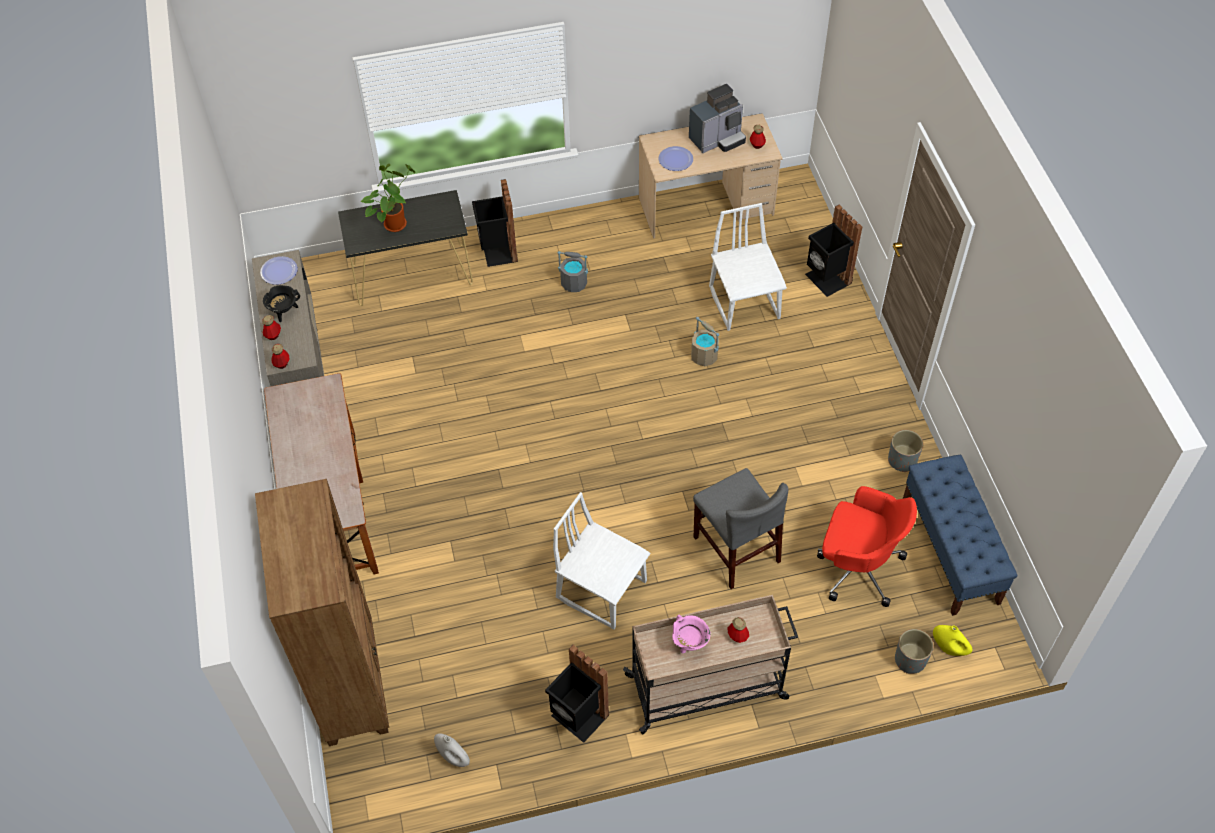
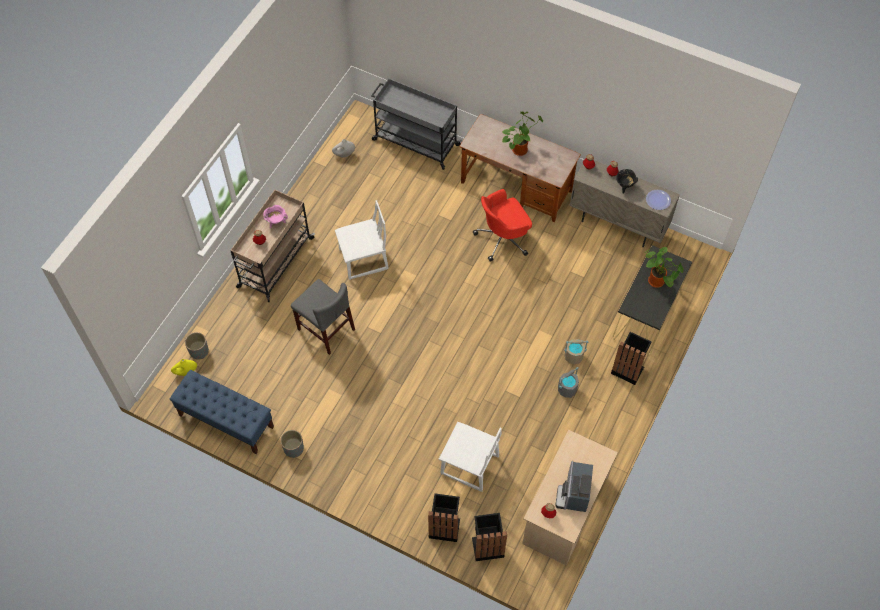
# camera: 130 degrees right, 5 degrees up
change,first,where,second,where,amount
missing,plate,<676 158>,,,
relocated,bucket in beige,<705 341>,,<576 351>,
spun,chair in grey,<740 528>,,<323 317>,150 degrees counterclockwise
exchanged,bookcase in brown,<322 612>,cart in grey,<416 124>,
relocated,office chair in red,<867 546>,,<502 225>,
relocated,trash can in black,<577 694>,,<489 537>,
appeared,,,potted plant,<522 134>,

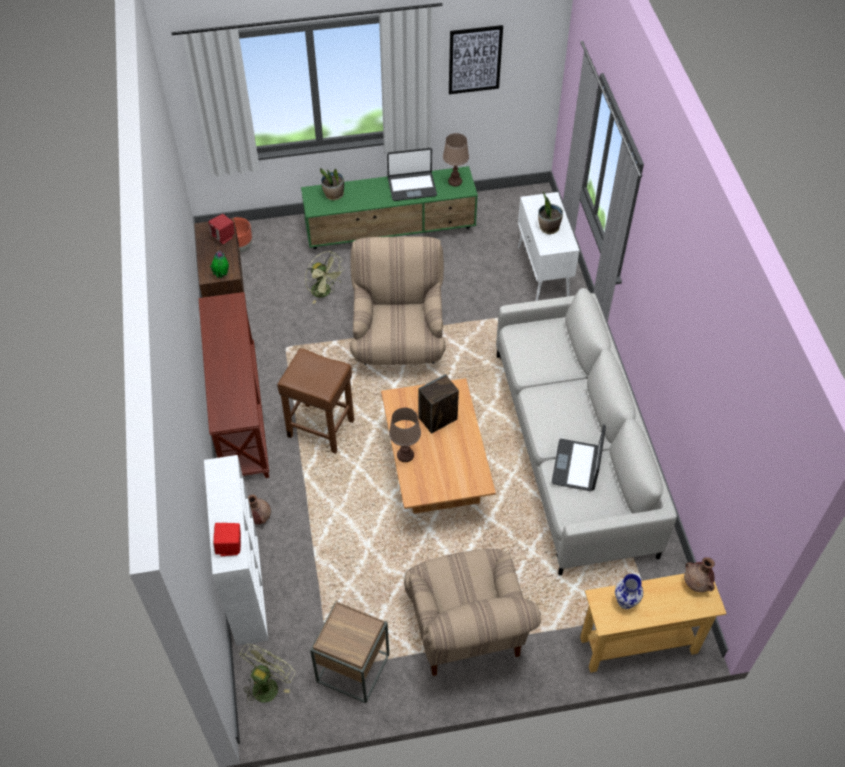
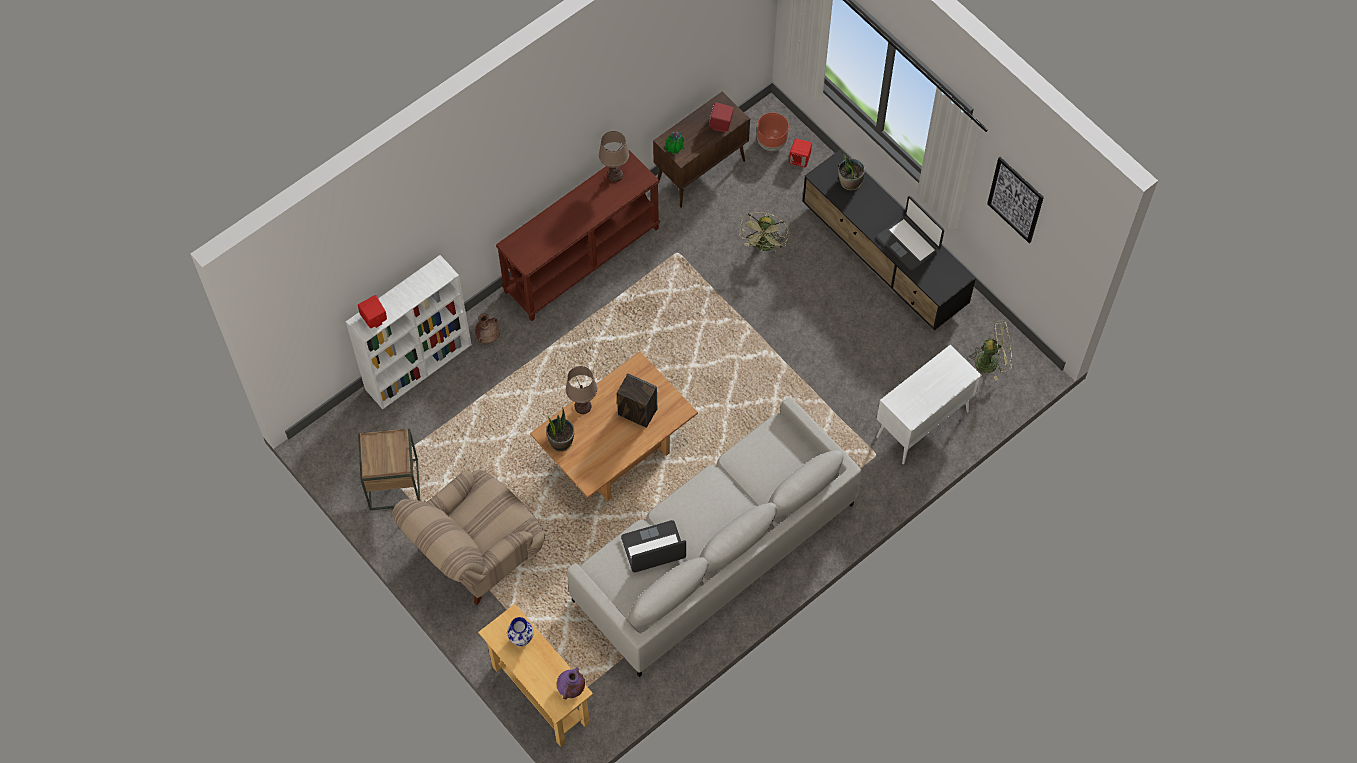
# camera: 60 degrees right, 10 degrees up
change,first,where,second,where,amount
relocated,table lamp in brown,<456 160>,,<614 156>,
colour,tv stand in green,<389 207>,tv stand in black,<889 239>,
relocated,potted plant,<550 212>,,<560 430>,
missing,armchair in beige,<398 300>,,,
missing,stool in brown,<315 401>,,,
colour,vase in brown,<699 574>,vase in purple,<571 683>,
relocated,fan in green,<267 674>,,<989 350>,
appeared,,,speaker in red,<800 152>,

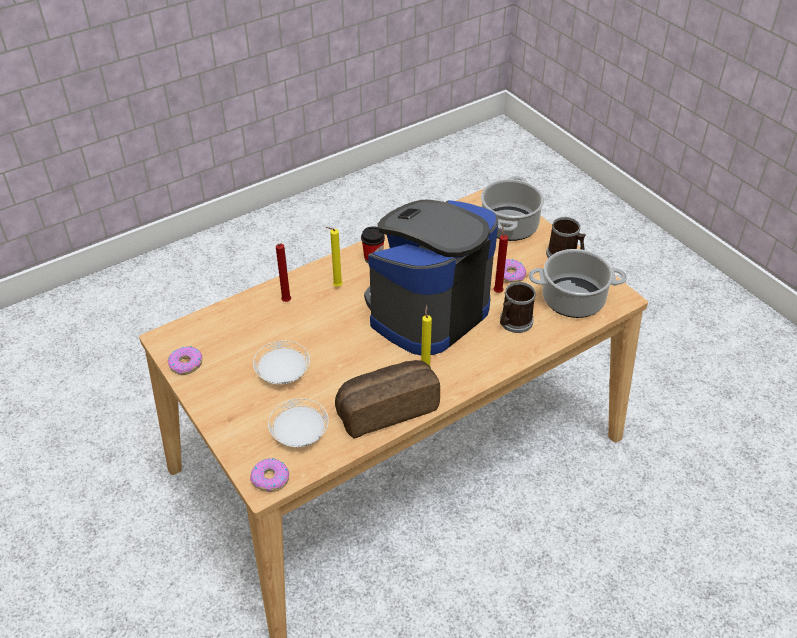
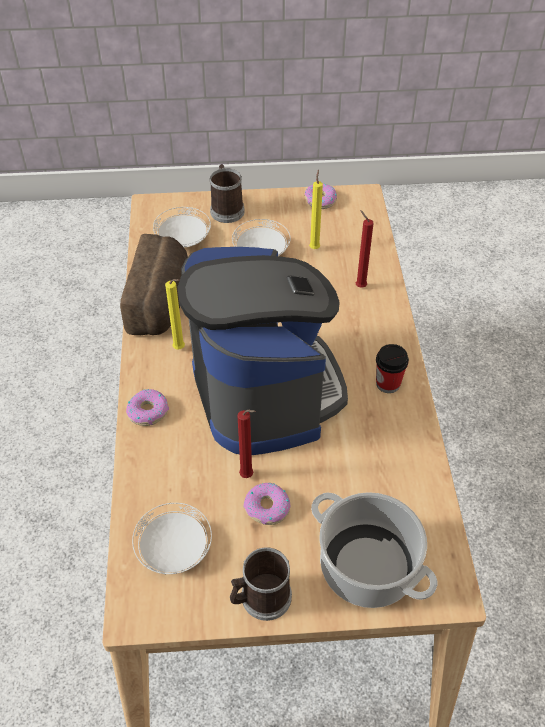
# camera: 120 degrees right, 5 degrees up
change,first,where,second,where,amount
relocated,candle in yellow,<334 257>,,<316 209>,
exchanged,cooking pot,<578 283>,plate in white,<172 538>,
relocated,mug,<518 307>,,<227 193>,
relocated,donut,<269 475>,,<147 407>,

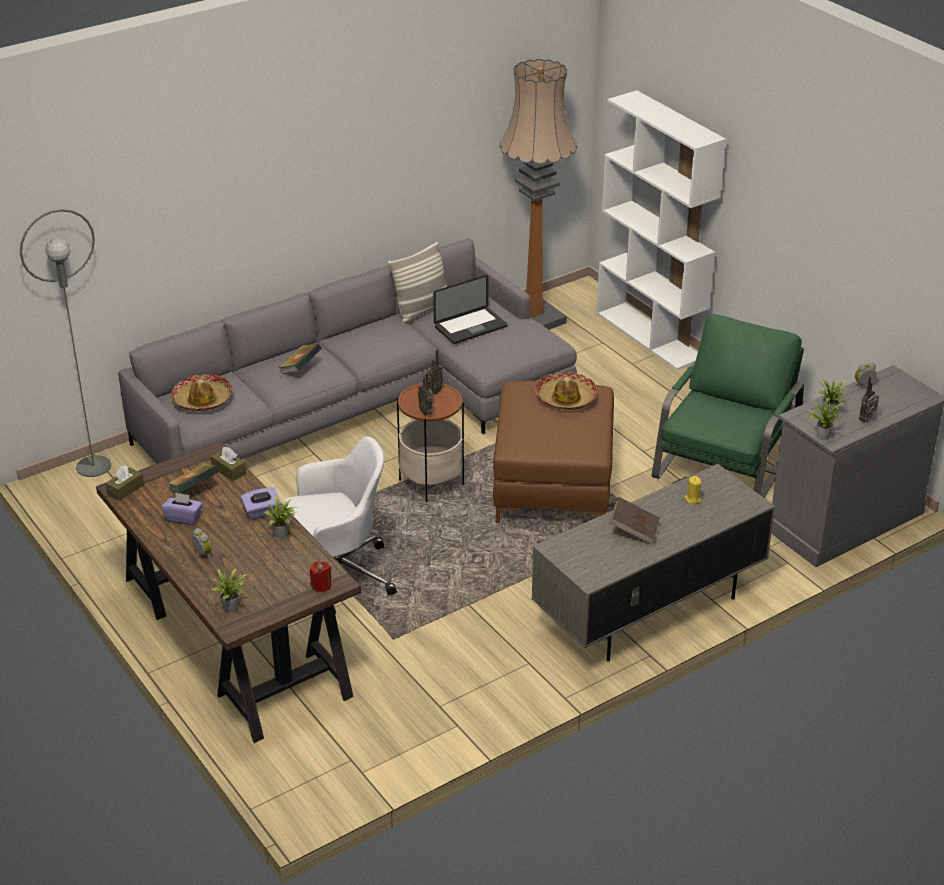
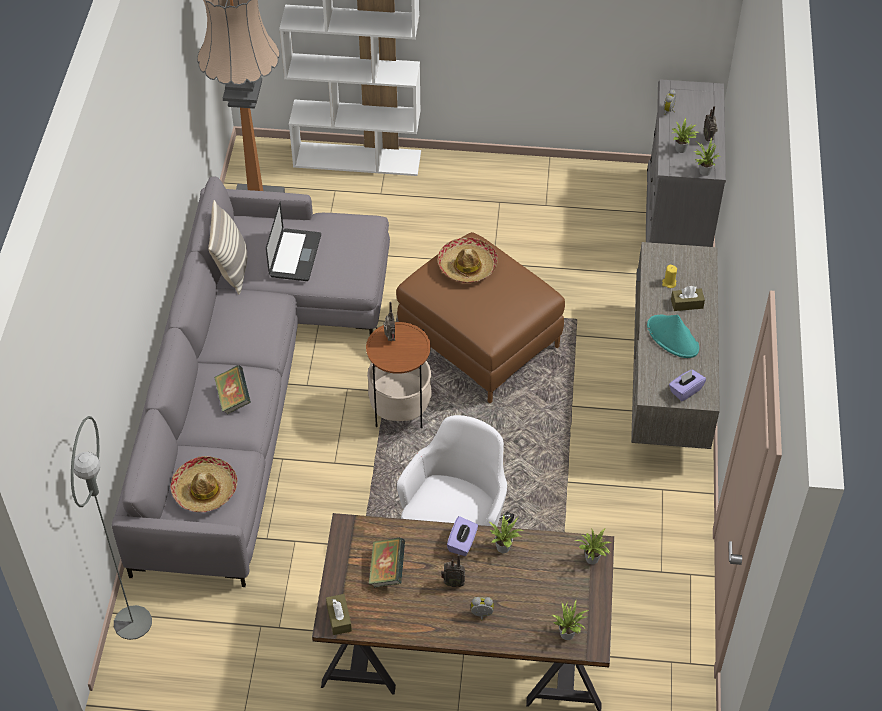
# camera: 50 degrees left, 15 degrees up
change,first,where,second,where,amount
missing,armchair in green,<728 406>,,,
relocated,radio,<426 394>,,<453 570>,
relocated,tissue box in brown,<228 464>,,<688 298>,
relocated,tissue box in purple,<181 508>,,<687 385>,
exchanged,book in brown,<635 520>,hat in turquoise,<673 336>,
exchanged,candle in red,<320 576>,potted plant,<592 546>,

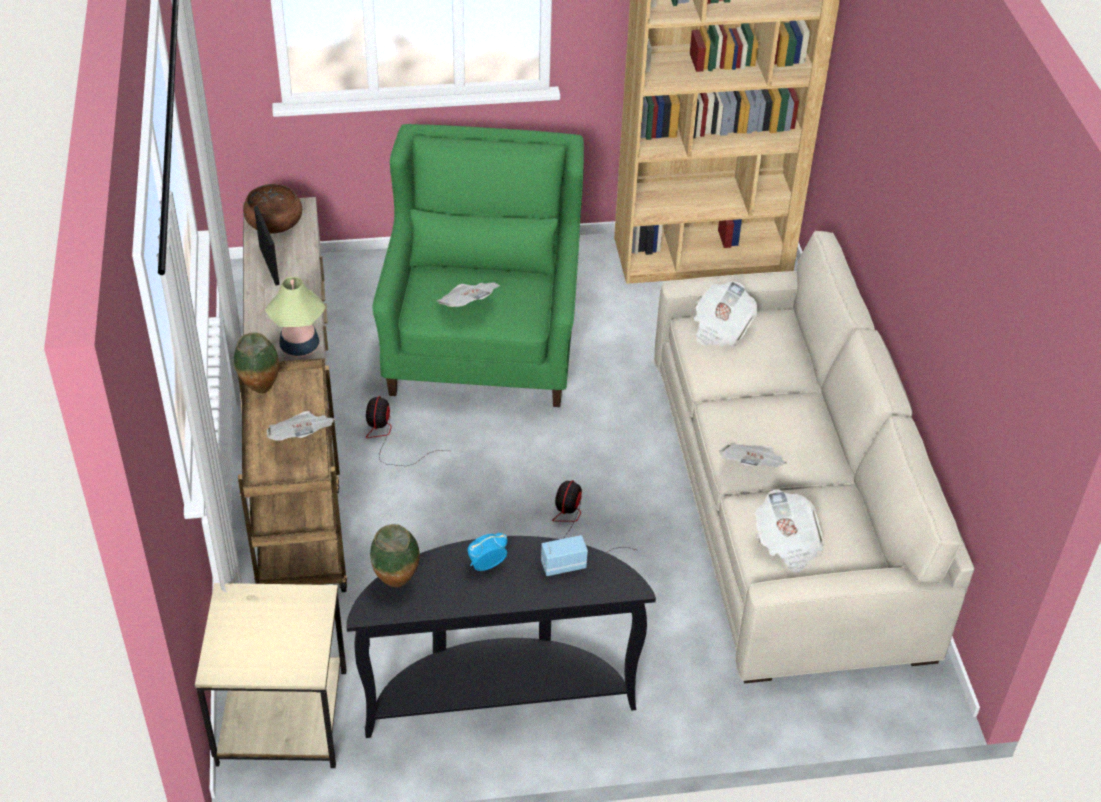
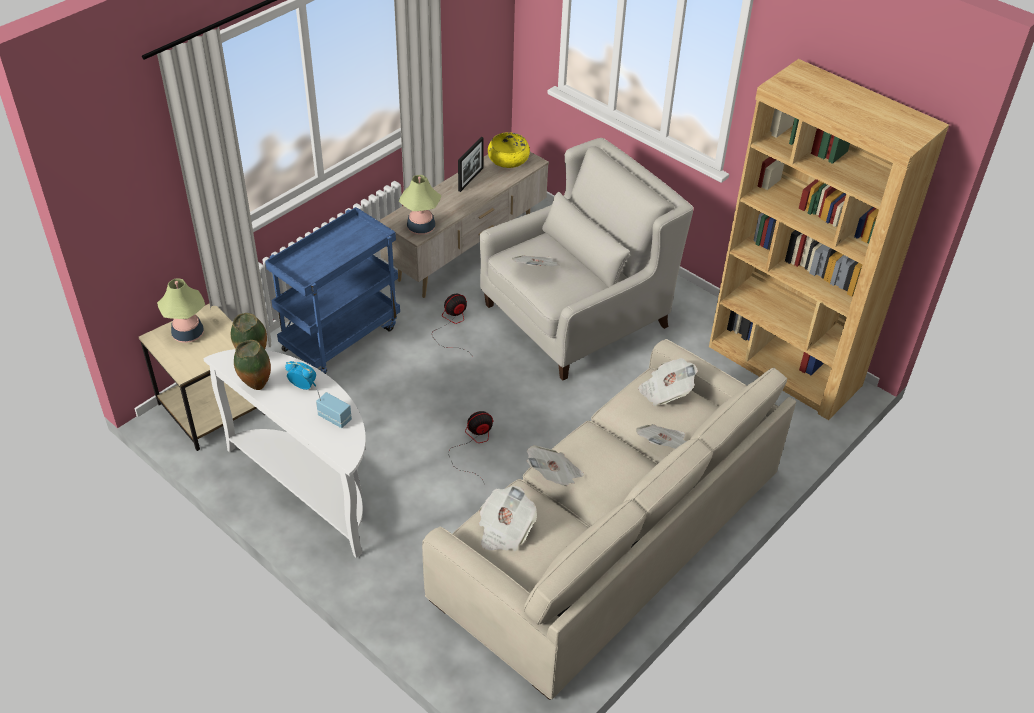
# camera: 50 degrees right, 0 degrees up
change,first,where,second,where,amount
colour,armchair in green,<478 265>,armchair in white,<586 259>,
colour,bowl in brown,<273 209>,bowl in yellow,<509 150>,
relocated,vase,<256 363>,,<252 365>,
colour,cart in brown,<292 475>,cart in blue,<332 290>,
relocated,newspaper,<300 426>,,<661 436>,
colour,console table in black,<501 637>,console table in white,<285 453>,
appeared,,,table lamp,<181 311>,

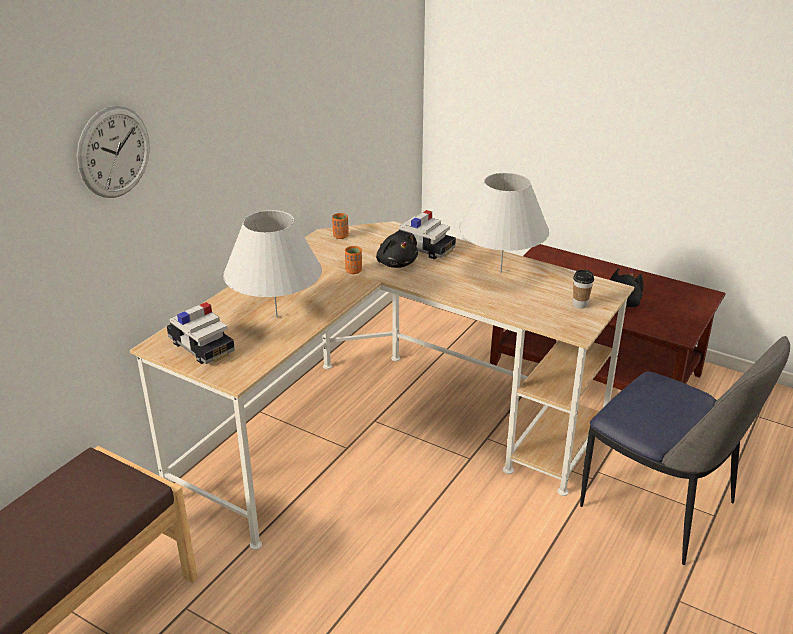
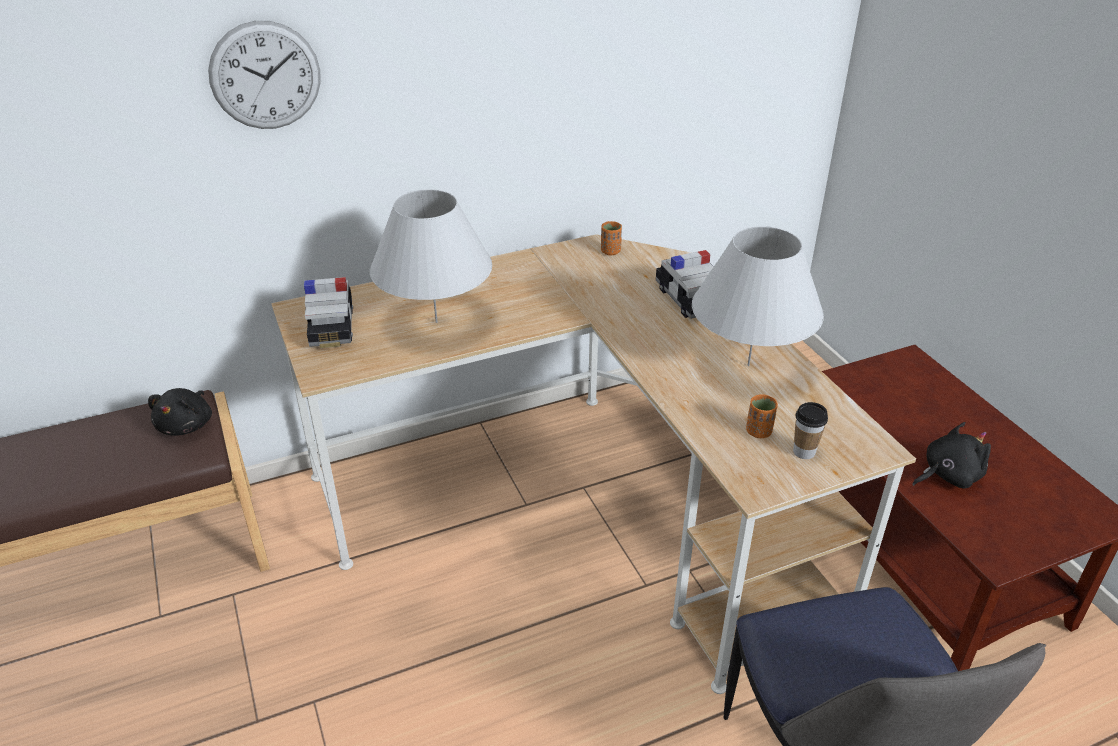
# camera: 35 degrees right, 5 degrees up
change,first,where,second,where,amount
relocated,plush toy in black,<397 251>,,<180 412>,
relocated,cup in orange,<353 260>,,<762 416>,

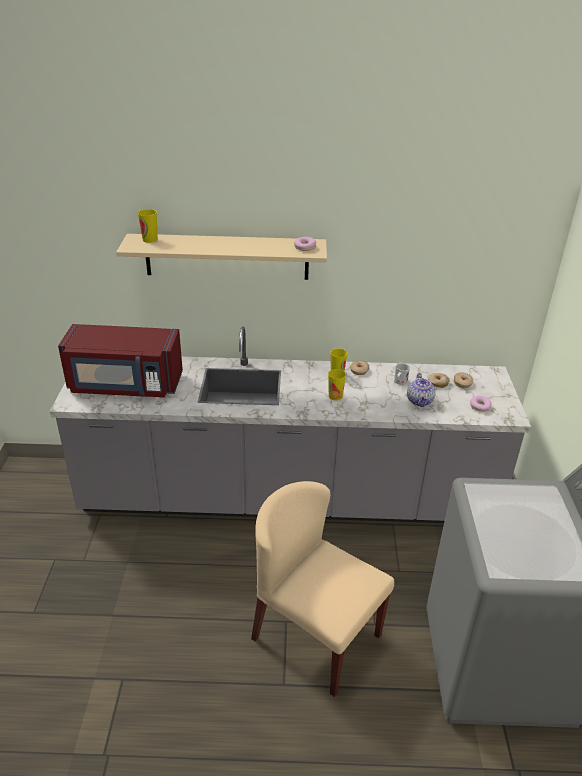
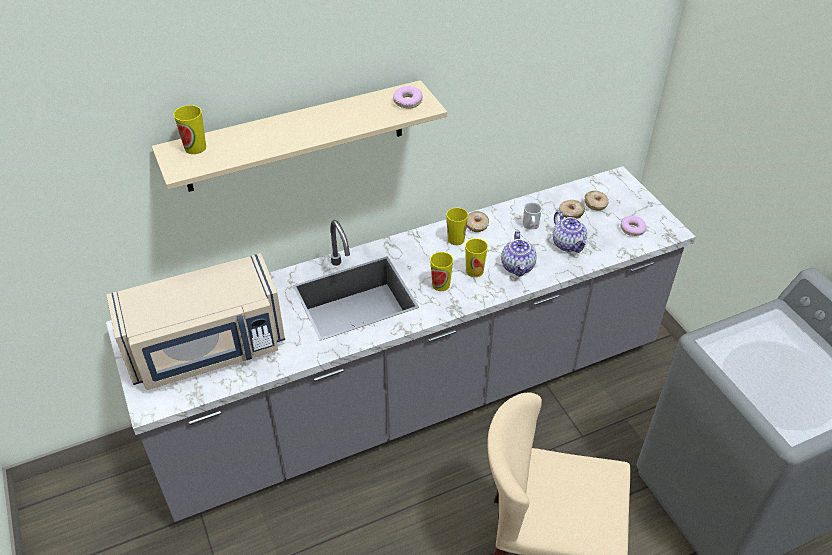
# camera: 25 degrees left, 10 degrees up
change,first,where,second,where,amount
colour,microwave in red,<120 360>,microwave in beige,<195 321>,
appeared,,,teapot,<518 254>,
appeared,,,cup,<441 271>,

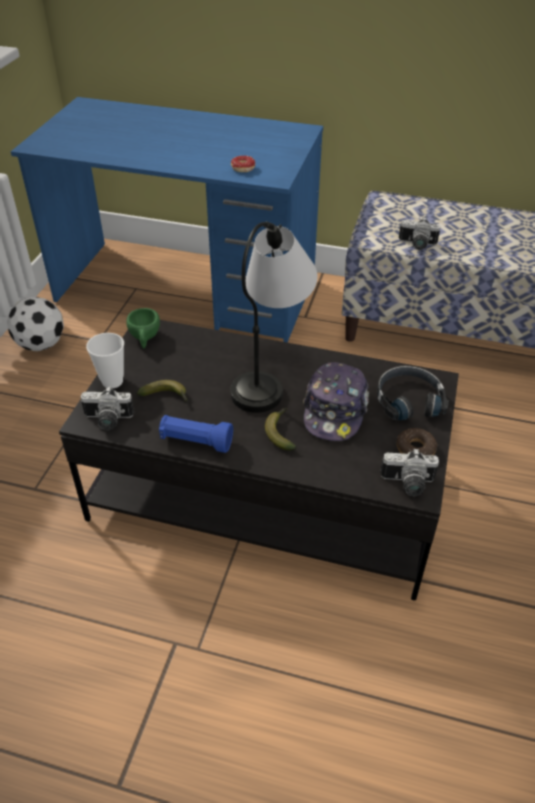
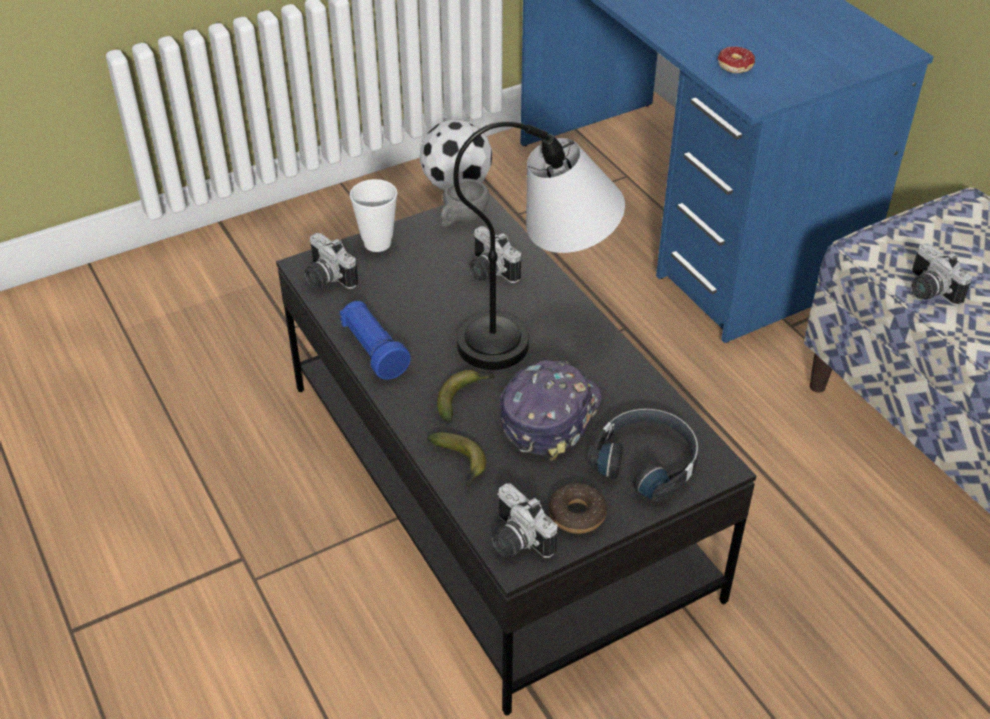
# camera: 45 degrees right, 0 degrees up
change,first,where,second,where,amount
colour,cup in green,<143 328>,cup in grey,<465 203>,
spun,cap,<336 402>,,<551 410>,150 degrees clockwise
relocated,banana,<162 391>,,<456 460>,
appeared,,,photo camera,<495 254>,

